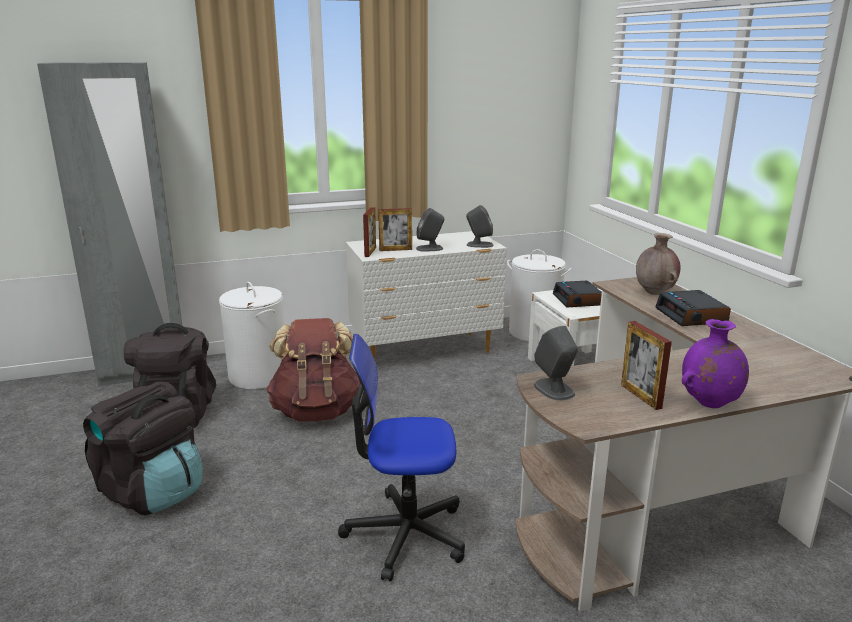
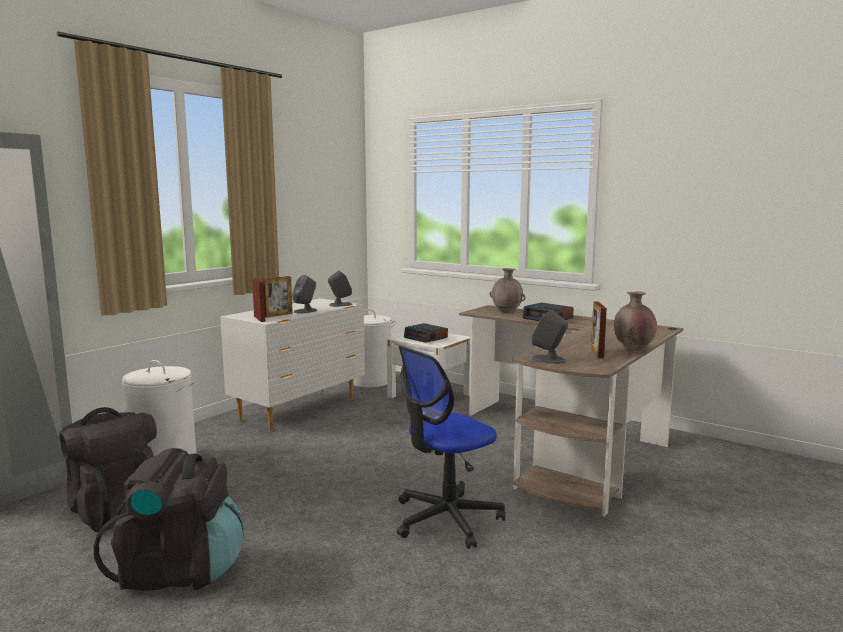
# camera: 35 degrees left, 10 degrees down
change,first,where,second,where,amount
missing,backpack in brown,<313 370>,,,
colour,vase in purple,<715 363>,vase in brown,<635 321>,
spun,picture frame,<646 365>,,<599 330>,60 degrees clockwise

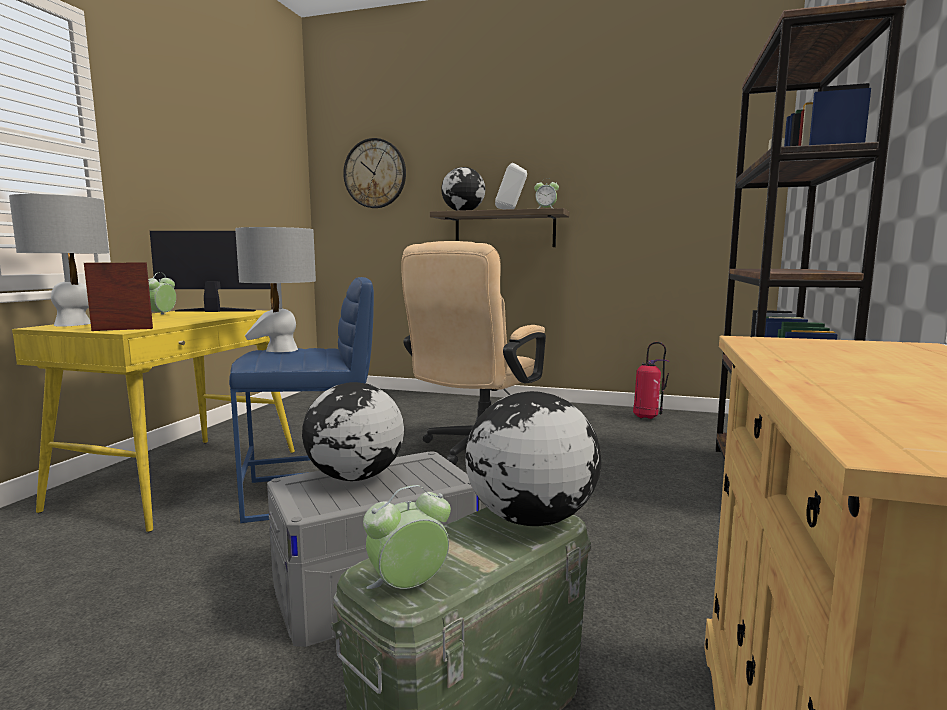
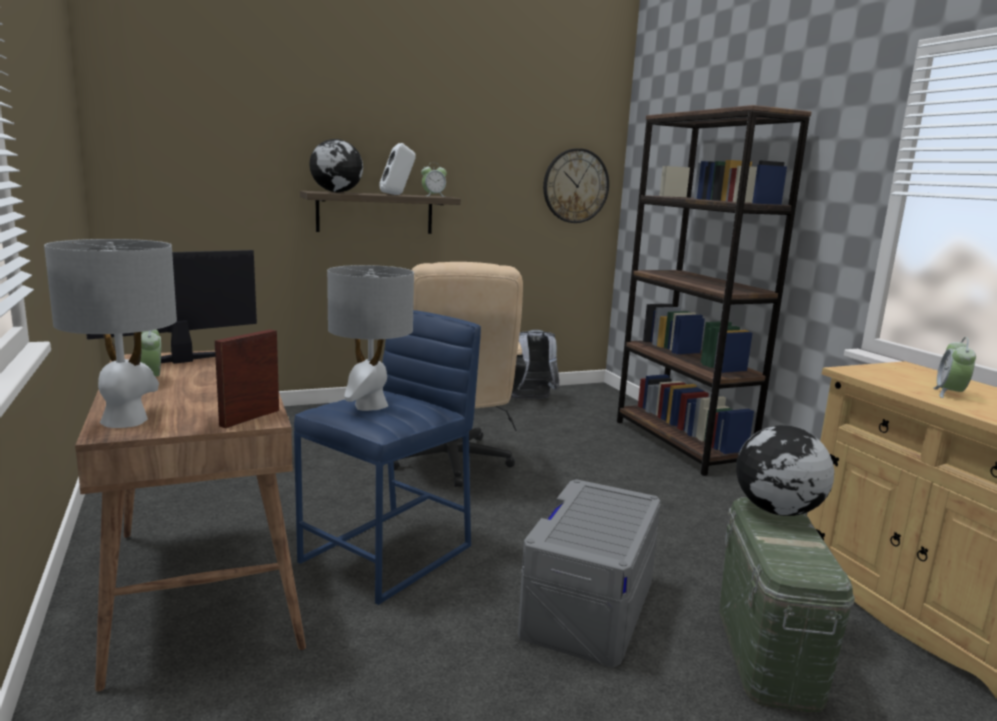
# camera: 40 degrees left, 5 degrees up
change,first,where,second,where,amount
relocated,wall clock,<374 173>,,<576 185>,
colour,desk in yellow,<153 421>,desk in brown,<190 521>,
exchanged,fire extinguisher,<651 380>,backpack in grey,<535 364>,
missing,globe,<353 431>,,,
relocated,alarm clock,<407 537>,,<954 367>,

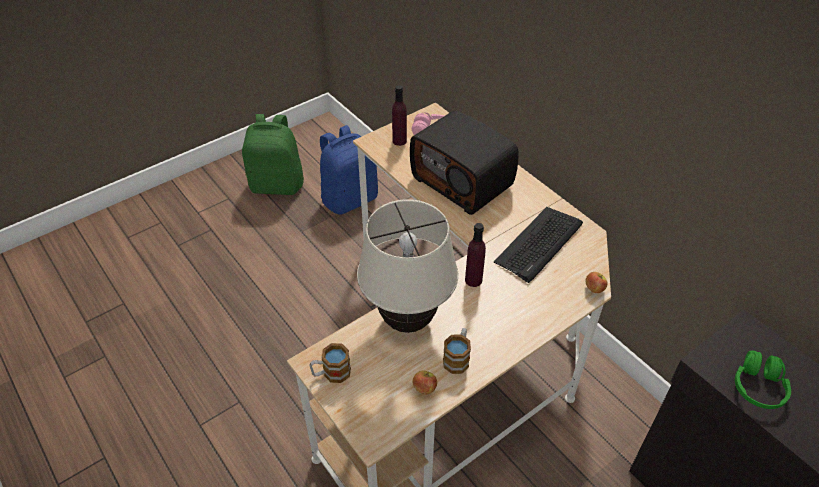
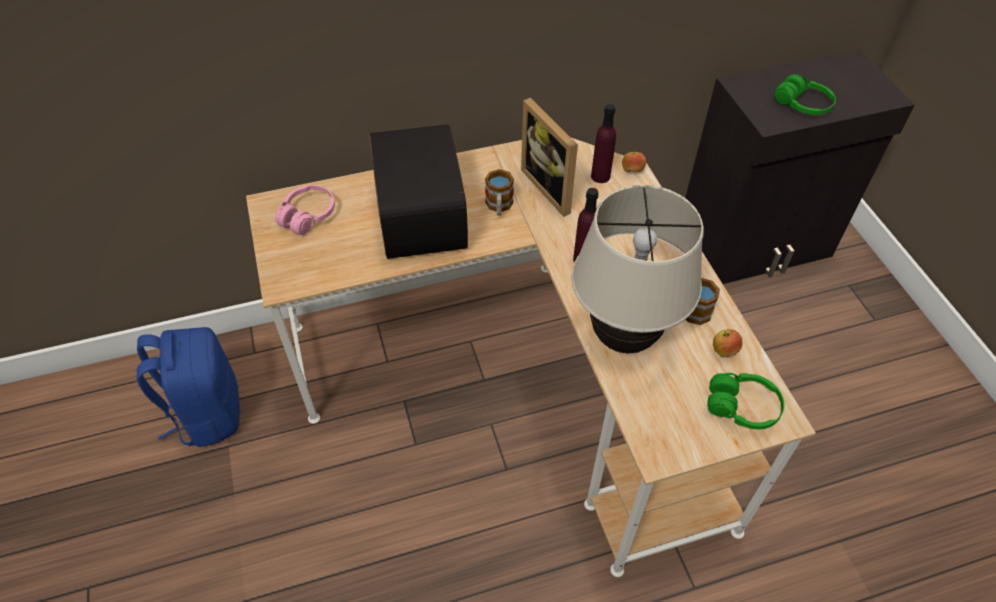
# camera: 70 degrees left, 5 degrees up
change,first,where,second,where,amount
relocated,bottle in purple,<399 115>,,<603 143>,
spun,radio,<464 162>,,<418 191>,75 degrees counterclockwise
missing,backpack in green,<273 154>,,,
exchanged,keyboard,<538 245>,picture frame,<549 157>,
relocated,mug,<330 363>,,<499 192>,
appeared,,,headphones in green,<745 401>,

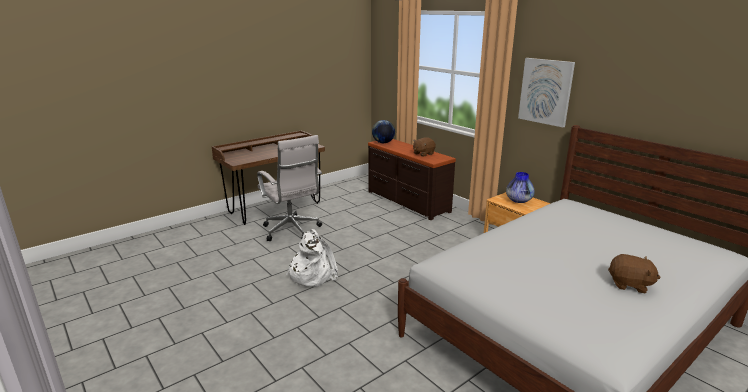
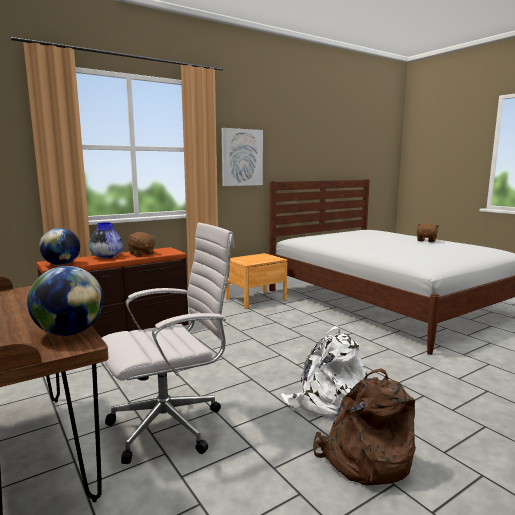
# camera: 85 degrees left, 10 degrees down
change,first,where,second,where,amount
relocated,vase,<520 187>,,<106 240>,
appeared,,,globe,<65 301>,
appeared,,,backpack in brown,<364 427>,

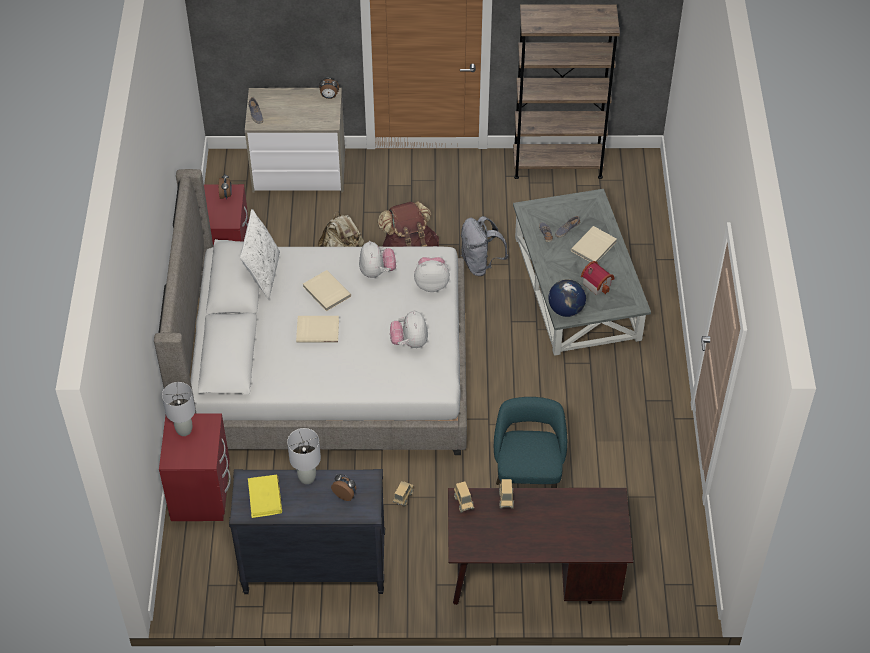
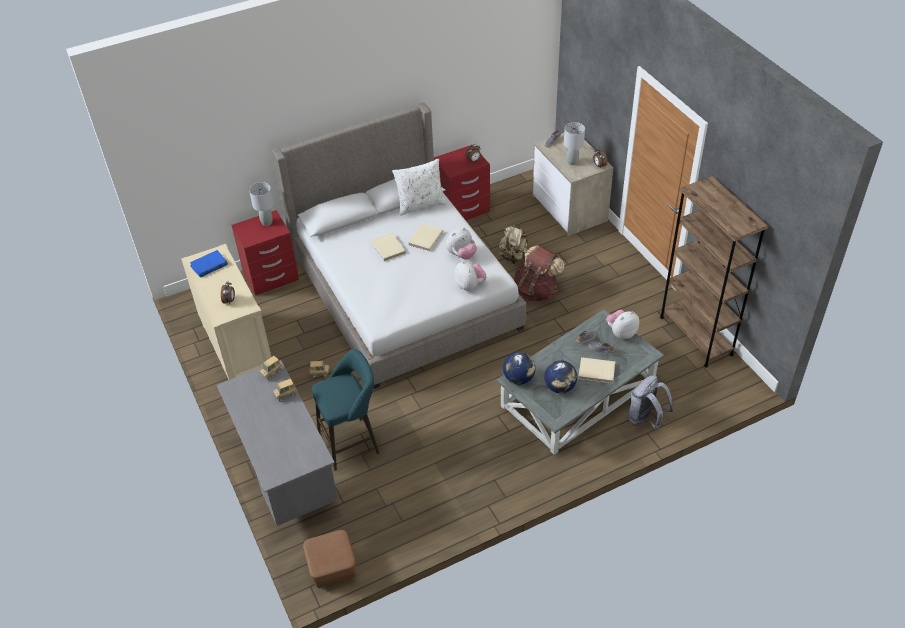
# camera: 65 degrees right, 5 degrees down
change,first,where,second,where,amount
relocated,backpack in grey,<484 246>,,<650 402>,
exchanged,toy house,<598 278>,globe,<560 376>,
relocated,plush toy,<409 329>,,<622 324>,
relocated,table lamp in grey,<304 456>,,<574 143>,
colour,dresser in black,<307 531>,dresser in beige,<226 312>,
colour,book in yellow,<265 496>,book in blue,<209 263>,
colour,desk in brown,<540 546>,desk in grey,<277 443>,
appeared,,,ottoman in brown,<329 559>,

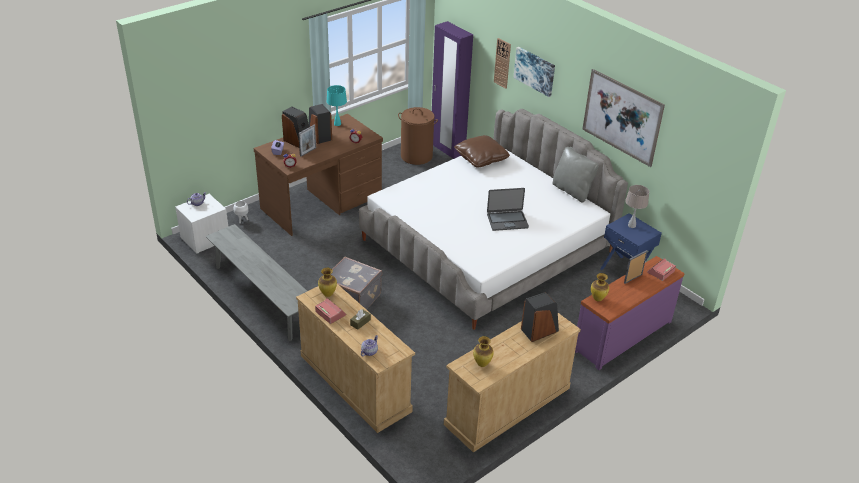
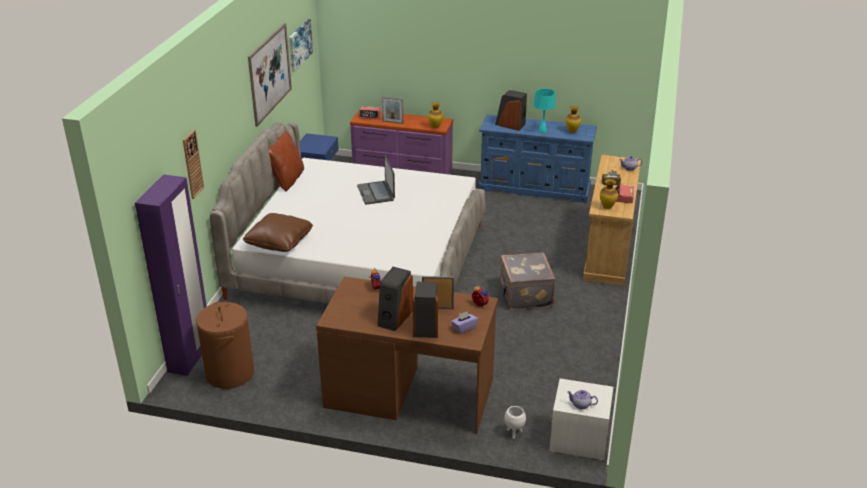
# camera: 125 degrees left, 5 degrees down
change,first,where,second,where,amount
relocated,picture,<534 72>,,<301 45>,
relocated,table lamp in turquoise,<337 105>,,<544 110>,
colour,pillow in grey,<576 175>,pillow in brown,<286 161>,
missing,table lamp in beige,<637 206>,,,
spun,laptop,<508 209>,,<376 180>,150 degrees counterclockwise
missing,bench in grey,<256 282>,,,
colour,dresser in beige,<512 383>,dresser in blue,<538 159>,

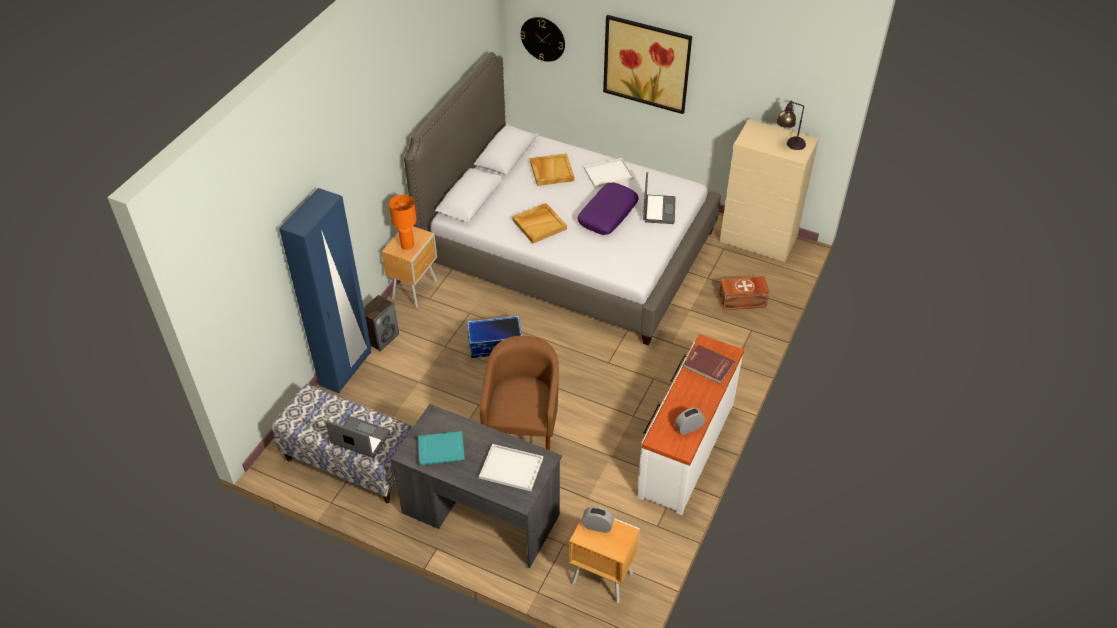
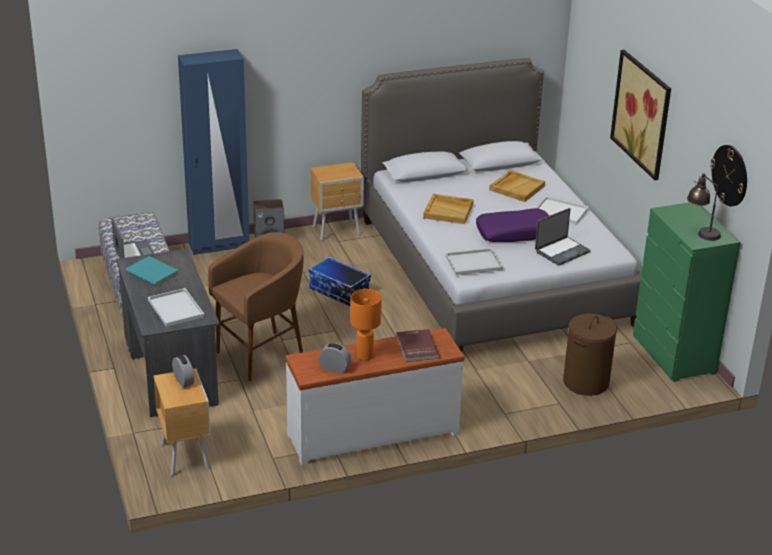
# camera: 45 degrees right, 15 degrees down
change,first,where,second,where,amount
relocated,wall clock,<542 39>,,<728 175>,
colour,dresser in beige,<769 190>,dresser in green,<687 292>,
relocated,table lamp in orange,<403 222>,,<366 325>,
exchanged,storage box in brown,<744 293>,laundry basket in brown,<590 355>,
appeared,,,tray in white,<474 261>,

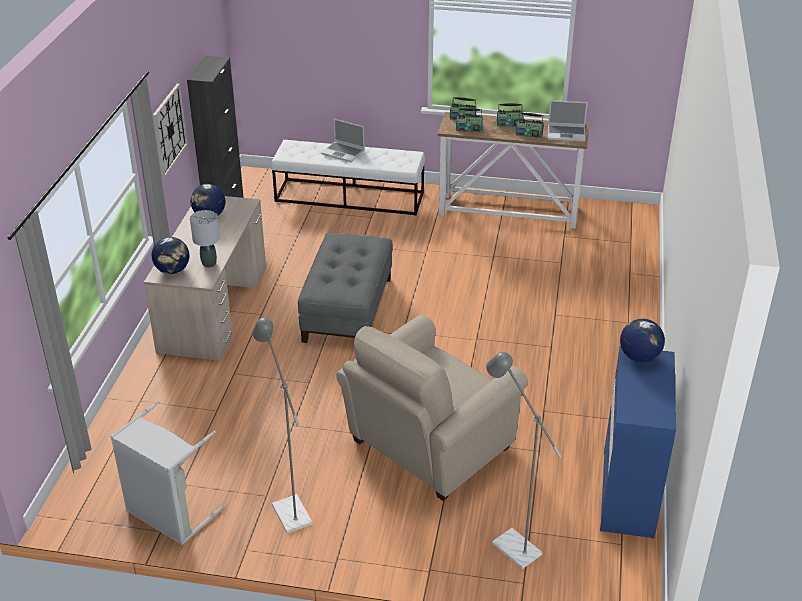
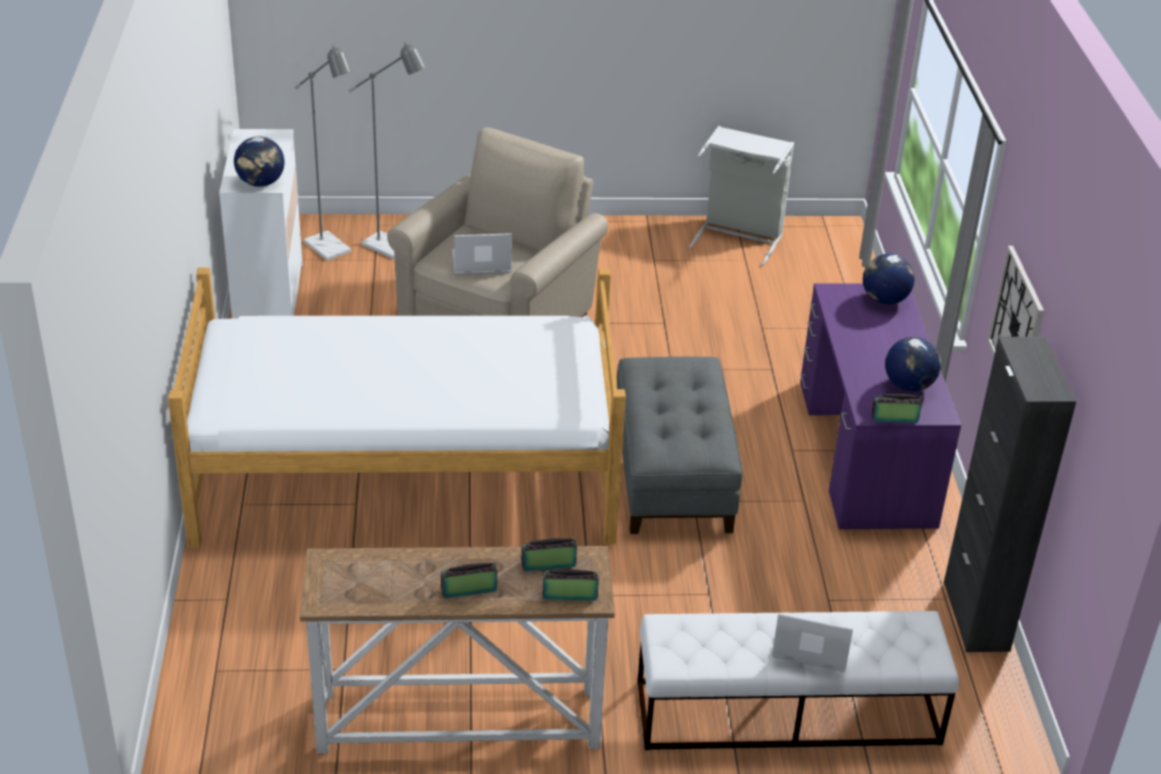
# camera: 165 degrees right, 0 degrees up
change,first,where,second,where,amount
relocated,laptop,<568 121>,,<482 254>,
relocated,radio,<530 125>,,<896 408>,
colour,desk in beige,<205 278>,desk in purple,<880 406>,
missing,table lamp in grey,<205 239>,,,
relocated,floor lamp in grey,<282 425>,,<323 153>,
colour,dresser in blue,<638 442>,dresser in white,<261 224>,
appeared,,,bed,<397 408>,

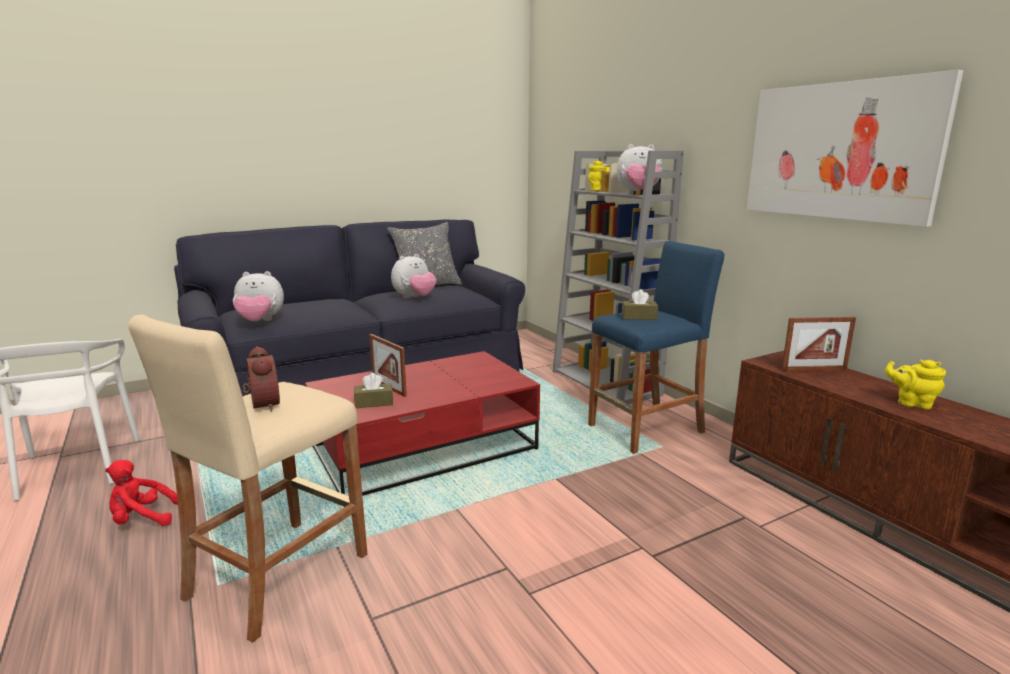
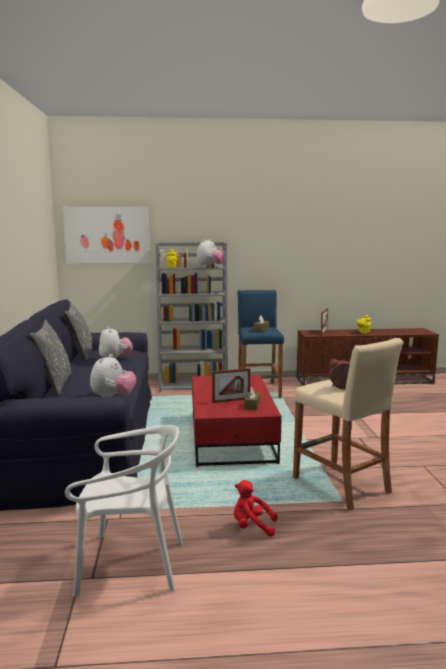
# camera: 65 degrees left, 5 degrees down
change,first,where,second,where,amount
relocated,picture,<855 148>,,<106 235>,
spun,plush toy in red,<141 493>,,<256 508>,90 degrees clockwise
appeared,,,pillow in grey,<50 357>,

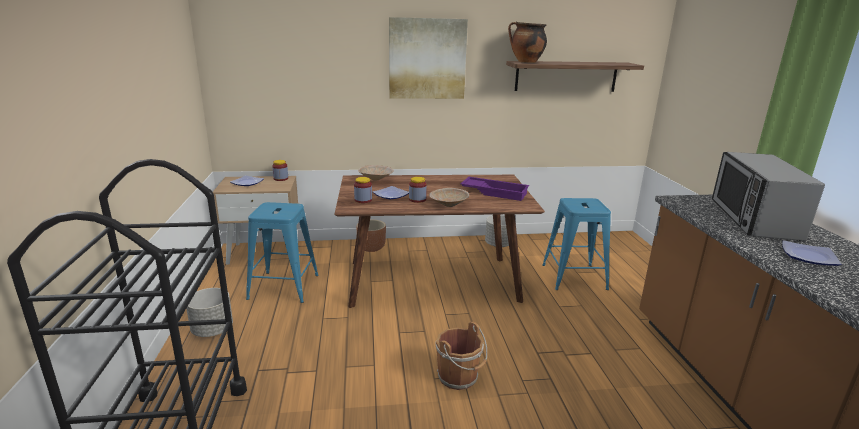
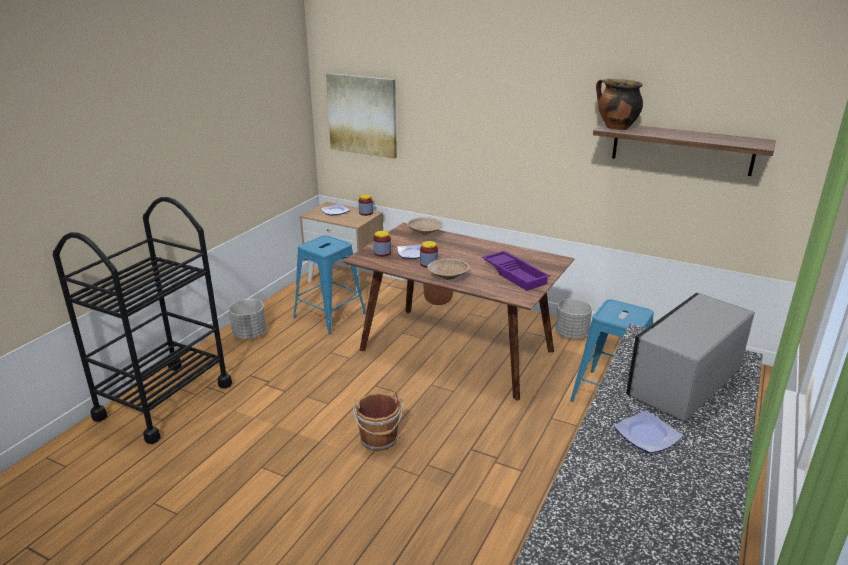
# camera: 35 degrees right, 5 degrees up
change,first,where,second,where,amount
relocated,picture,<428 58>,,<361 116>,

